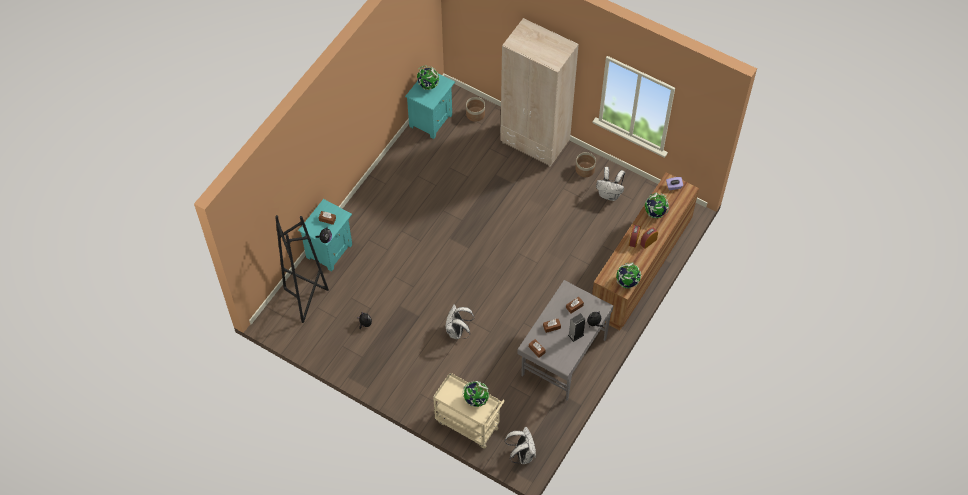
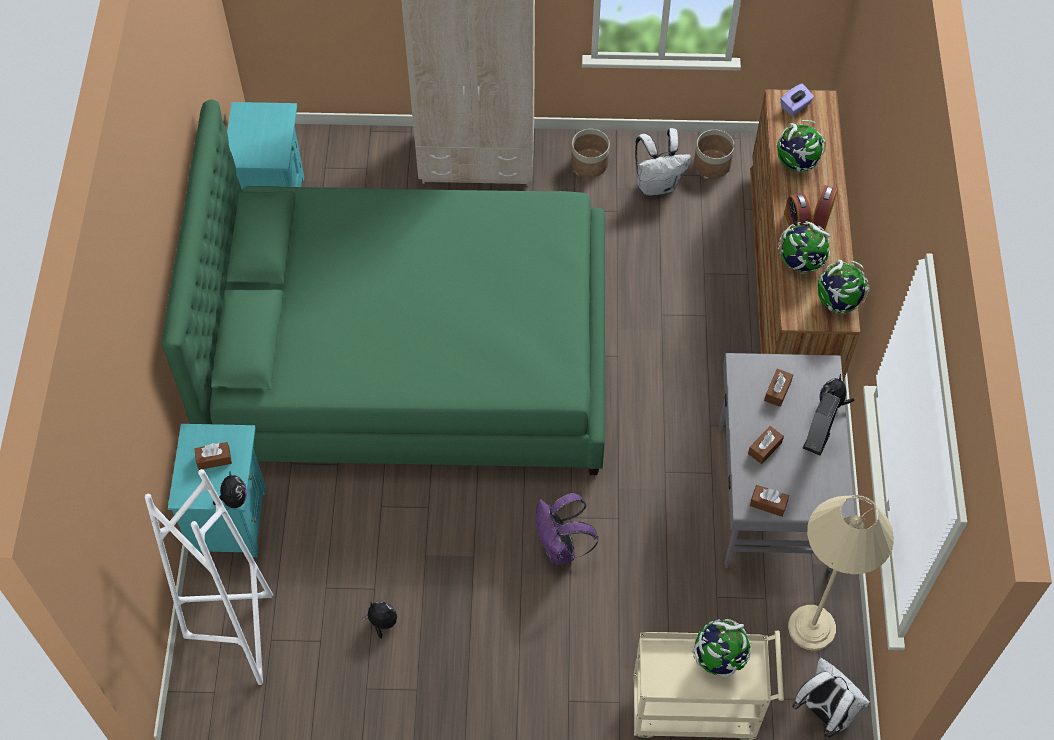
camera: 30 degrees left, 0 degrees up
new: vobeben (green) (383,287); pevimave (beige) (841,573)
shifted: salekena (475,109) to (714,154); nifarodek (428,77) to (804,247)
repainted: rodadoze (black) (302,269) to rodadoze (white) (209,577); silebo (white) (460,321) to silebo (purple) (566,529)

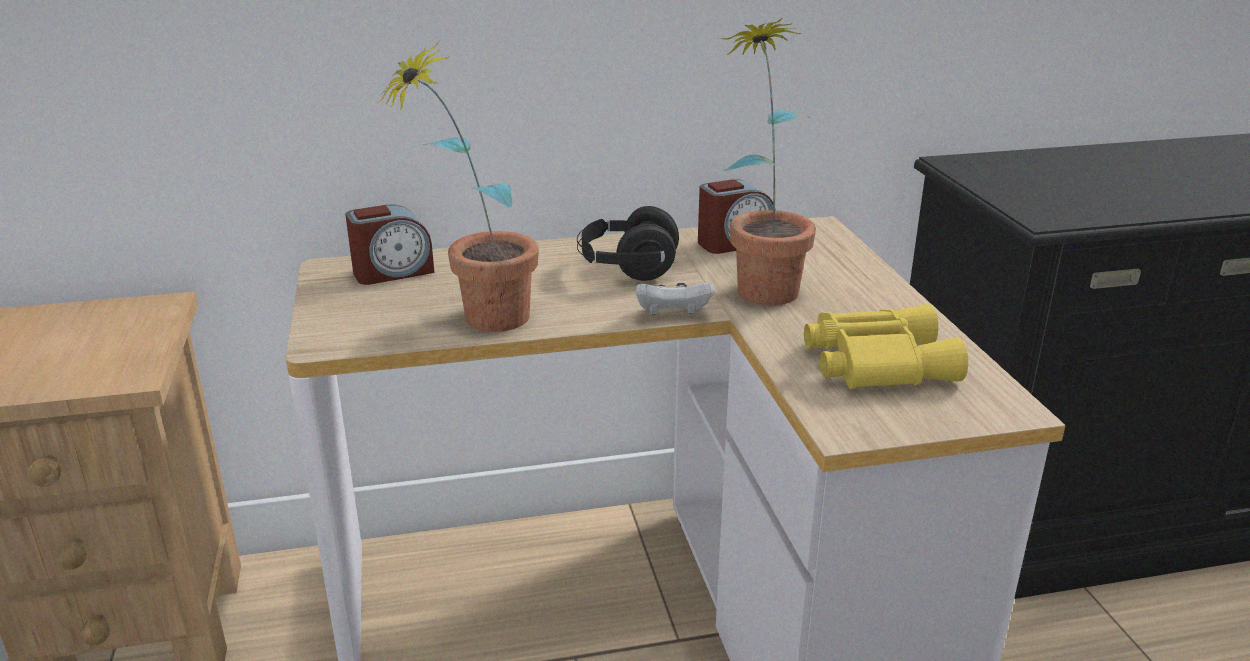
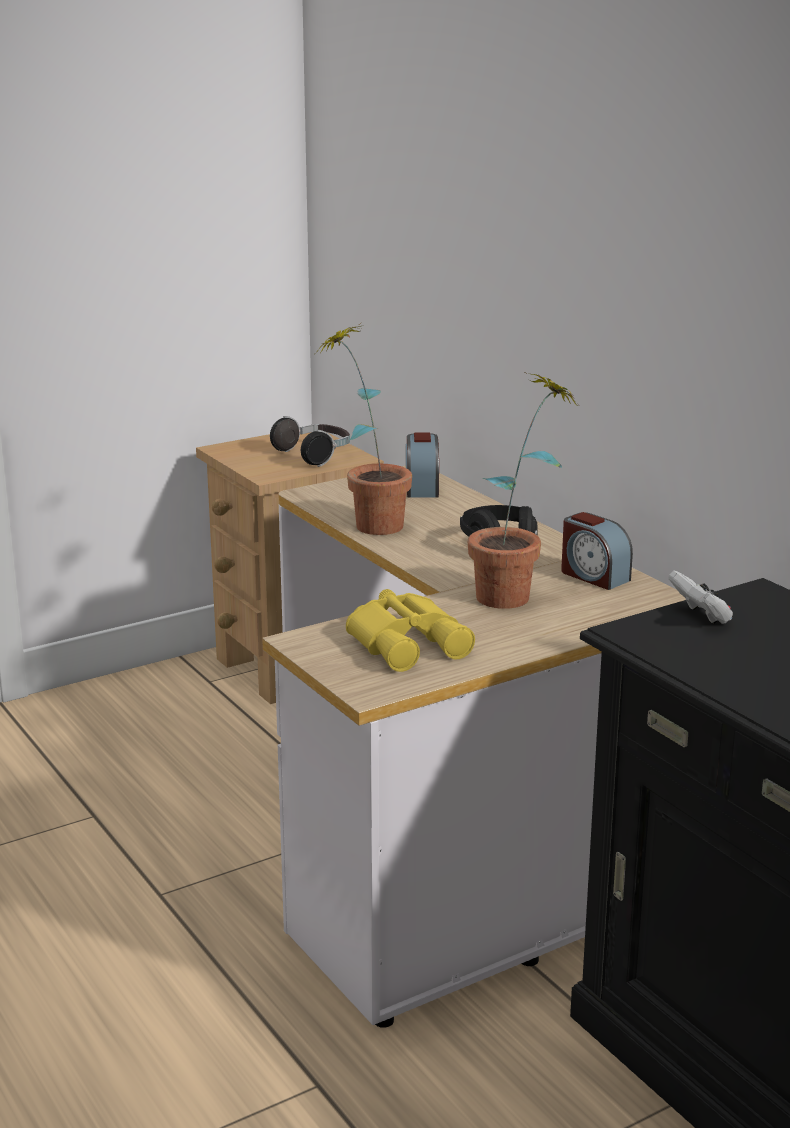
camera: 70 degrees right, 5 degrees down
new: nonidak (310,441)
shifted: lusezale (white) (674,298) to (700,597)
rotated: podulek (390,245) = (422,465) 45 degrees clockwise

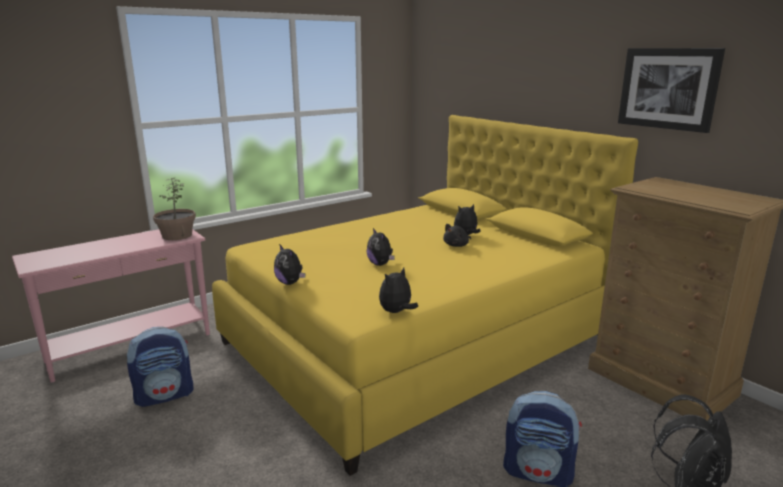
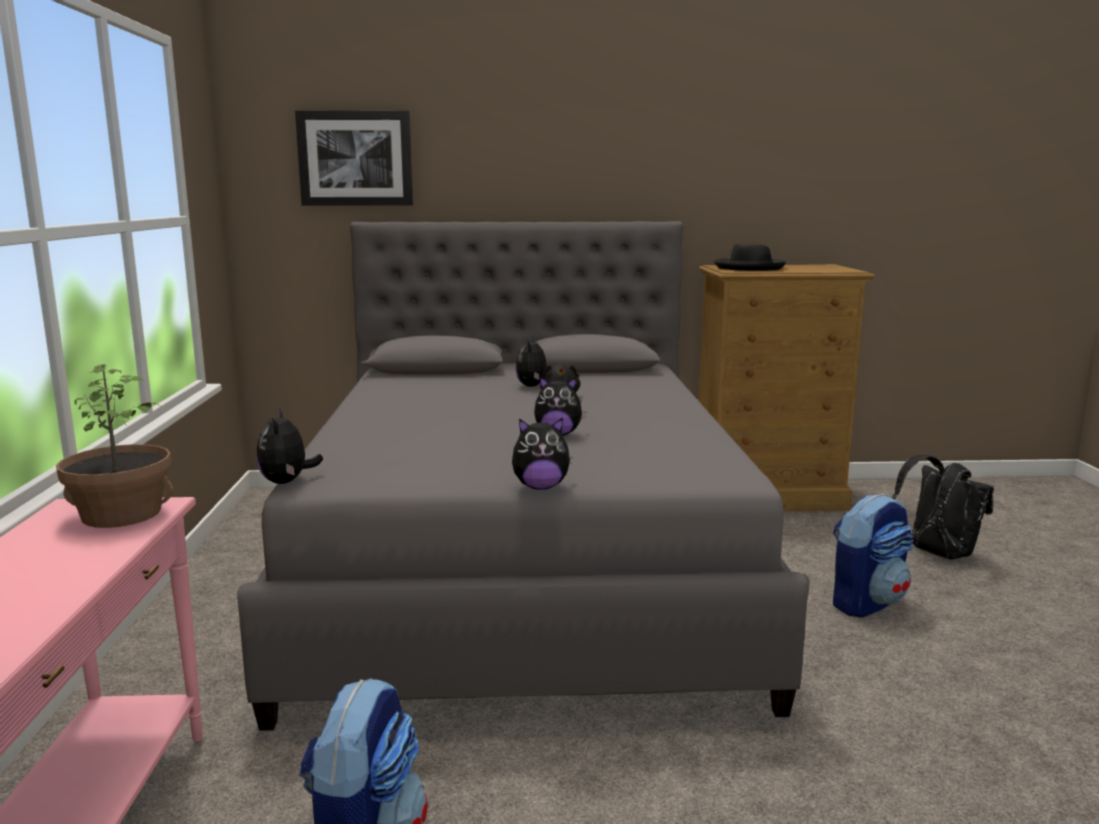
camera: 55 degrees left, 5 degrees down
new: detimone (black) (750,257)
shifted: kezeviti (398,290) to (289,446); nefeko (671,90) to (354,158)
repainted: vobeben (yellow) (425,295) to vobeben (grey) (523,476)

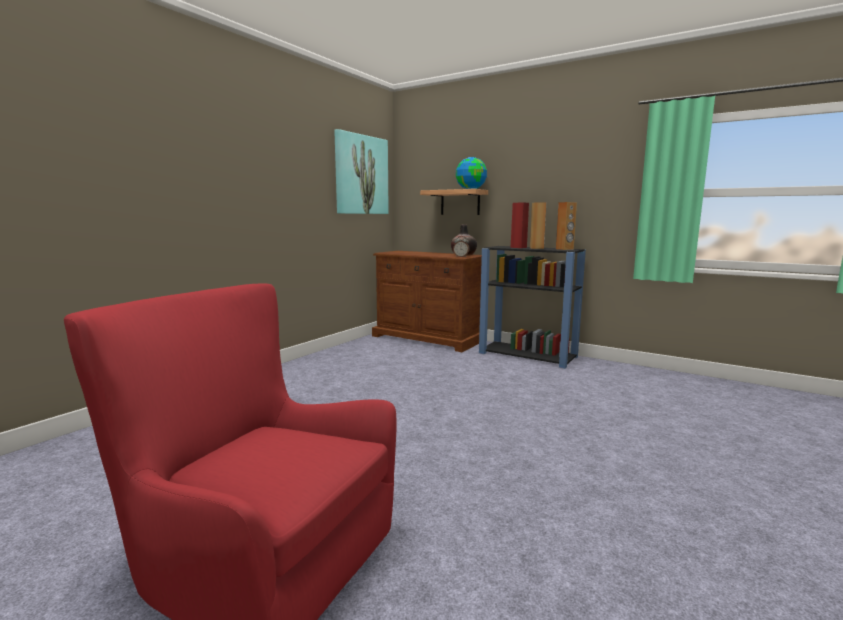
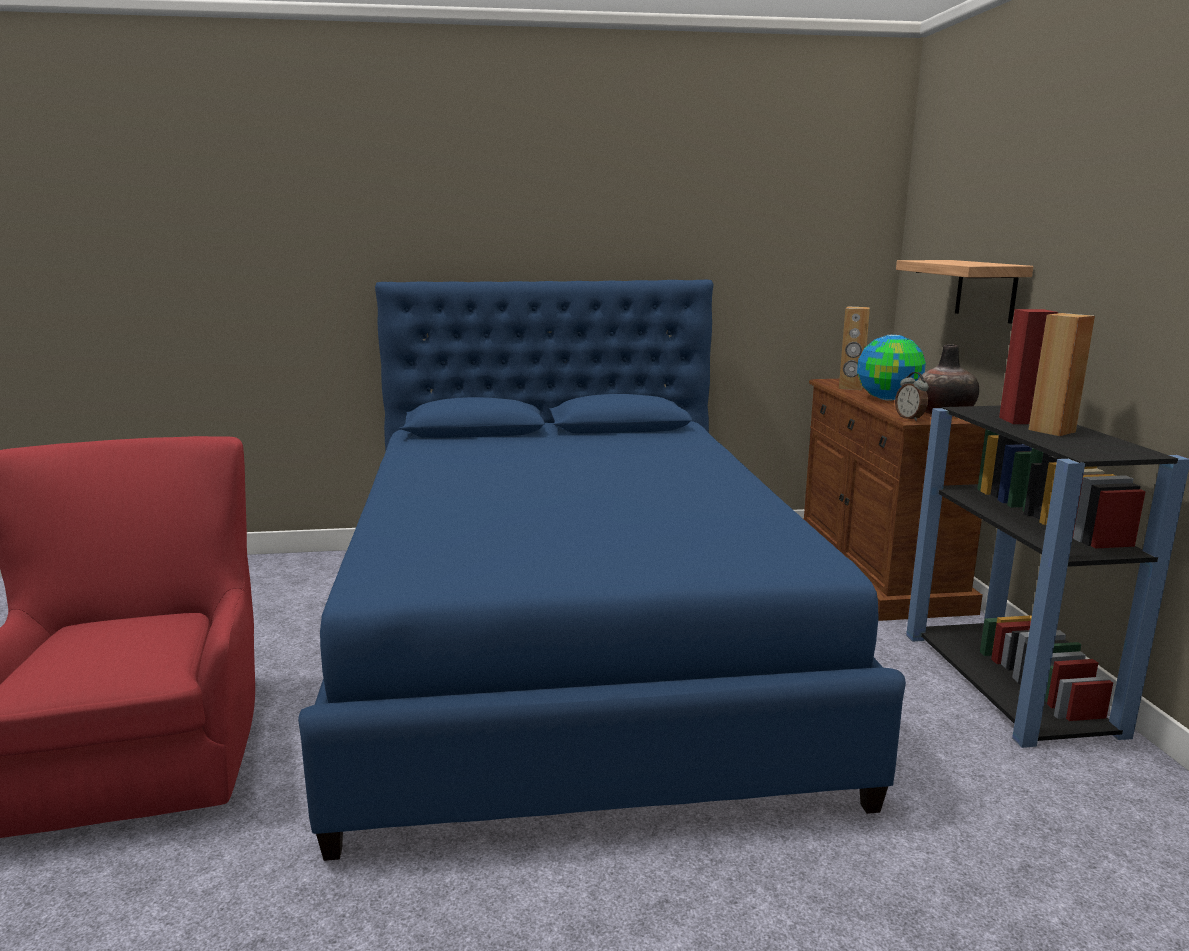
camera: 50 degrees right, 5 degrees up
gone: nefeko (361,171)
new: vobeben (blue) (602,570)
shifted: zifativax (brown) (566,226) to (854,348); nifarodek (471,173) to (891,367)

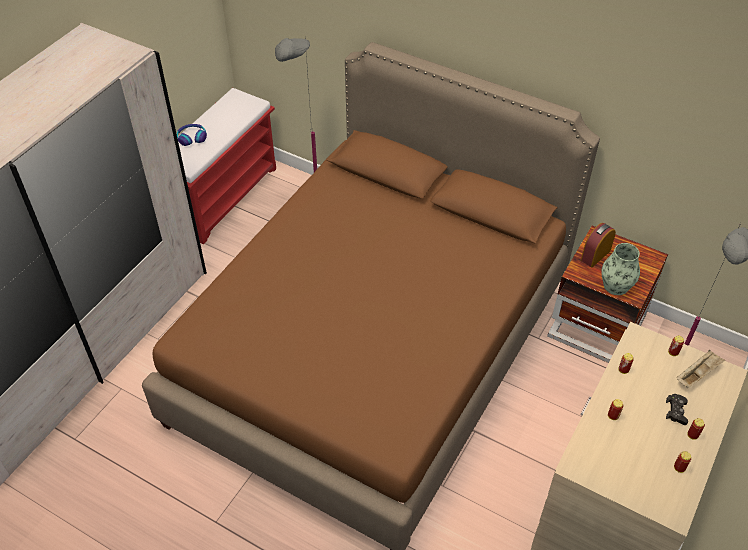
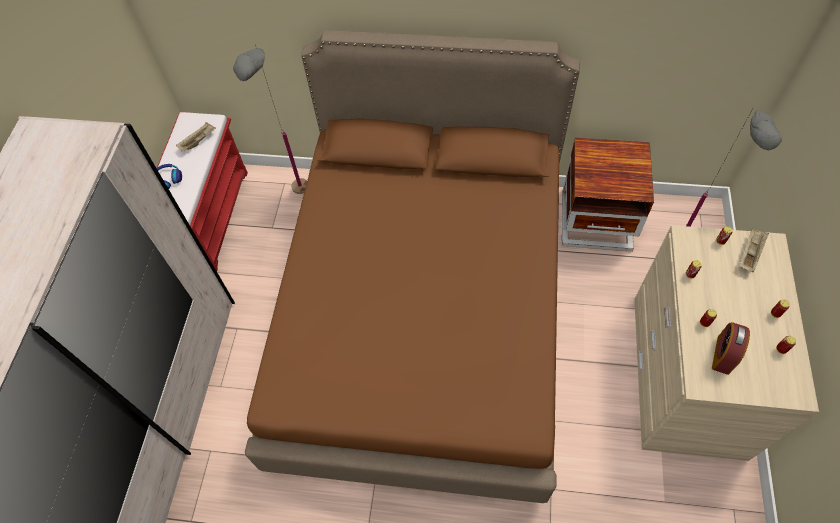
camera: 20 degrees left, 10 degrees up
gone: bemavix (620,269); lusezale (black) (677,409)
new: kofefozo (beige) (196,136)
shifted: podulek (598,245) to (731,348)

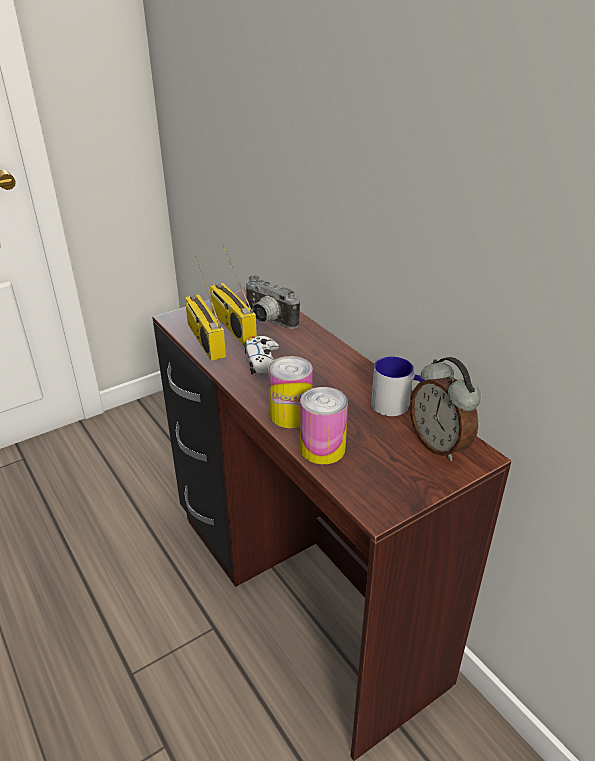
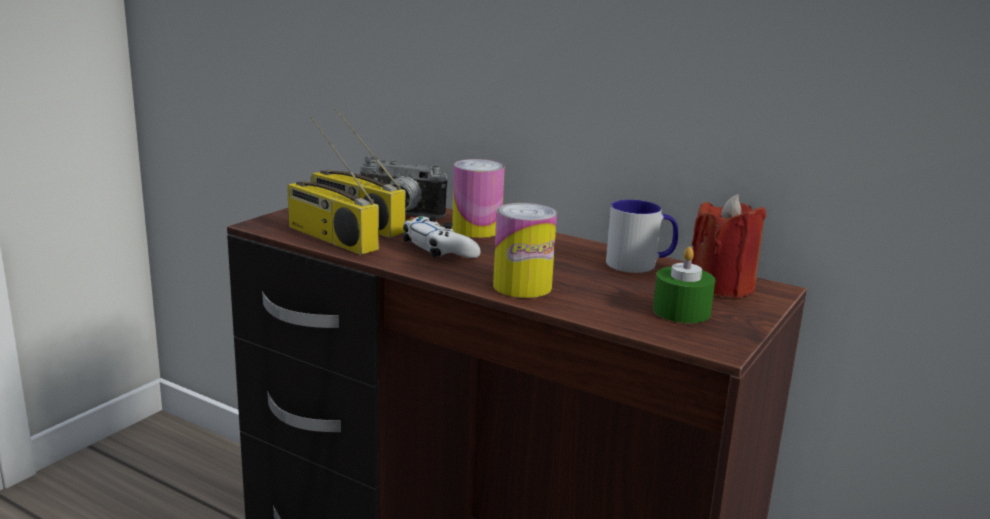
camera: 25 degrees left, 15 degrees down
new: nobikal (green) (684,285)
shifted: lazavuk (324,425) to (478,198)
swapped: podulek (445,409) to nobikal (red) (728,246)

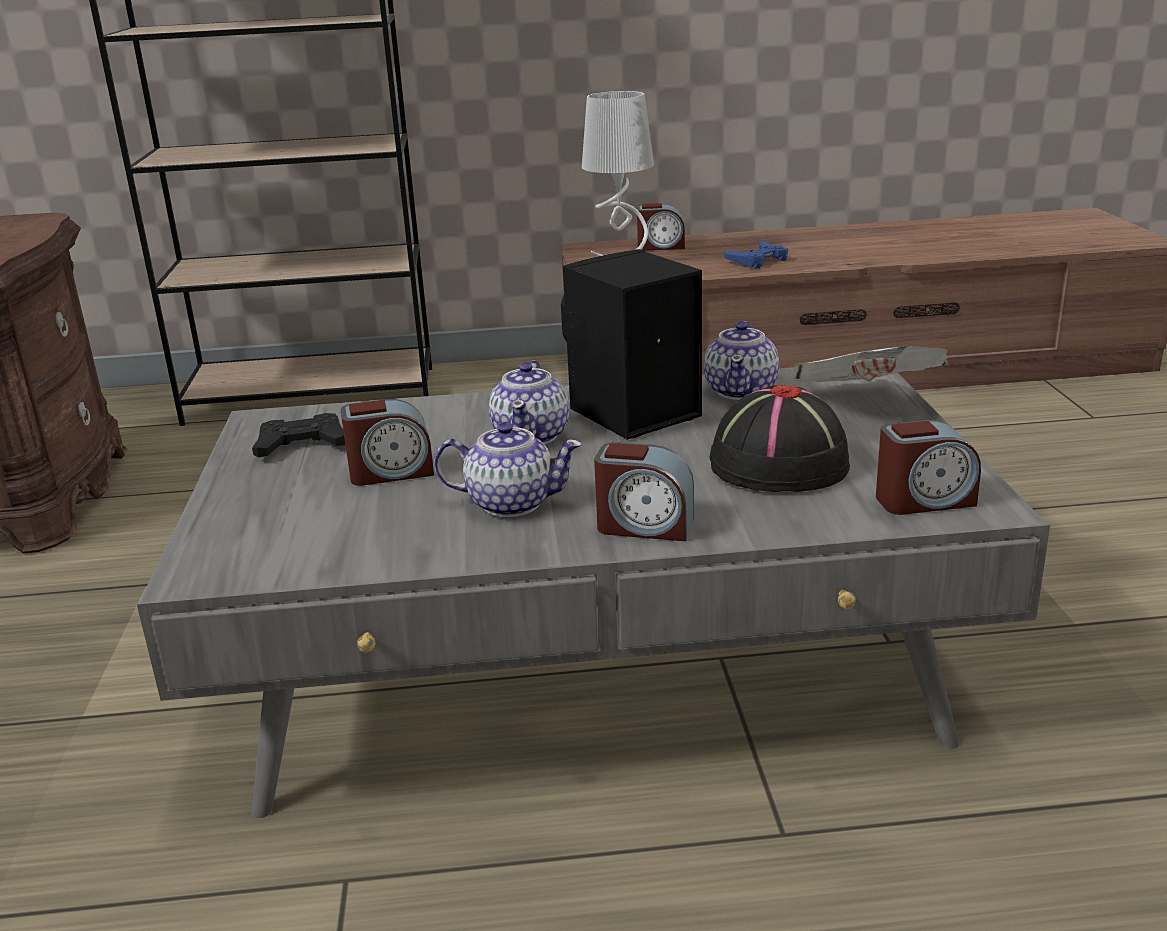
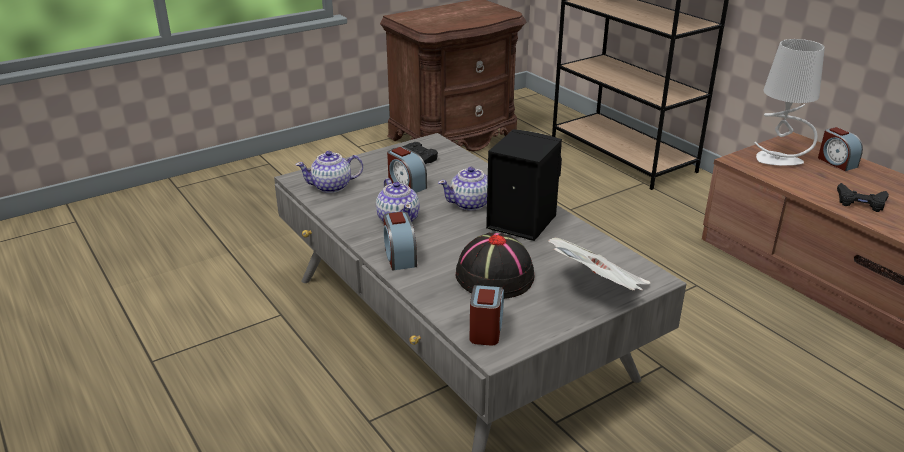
camera: 60 degrees right, 5 degrees up
shifted: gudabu (741,360) to (329,172)
repainted: lusezale (blue) (756,255) to lusezale (black) (863,197)
rotated: podulek (928,467) = (487,315) 135 degrees counterclockwise

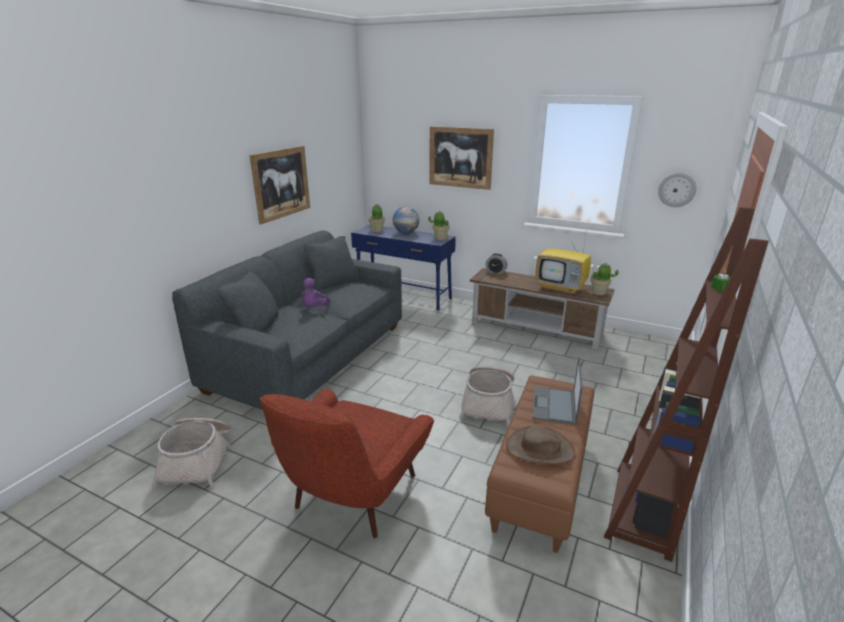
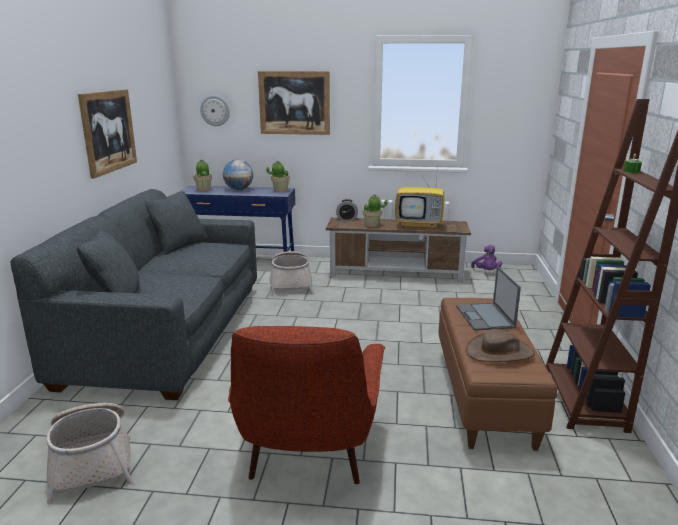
camera: 20 degrees left, 5 degrees down
shifted: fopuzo (677,190) to (215,110); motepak (487,396) to (291,273); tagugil (605,279) to (375,210); kezeviti (purple) (316,292) to (486,257)

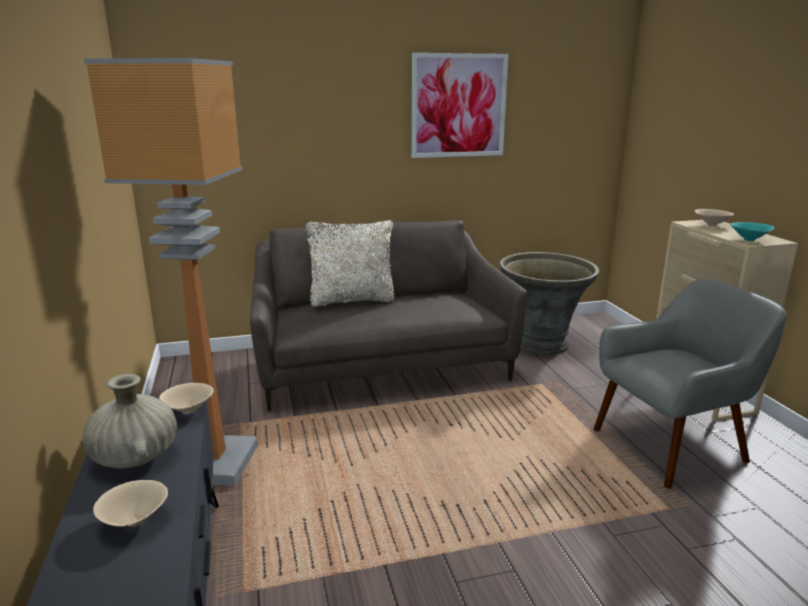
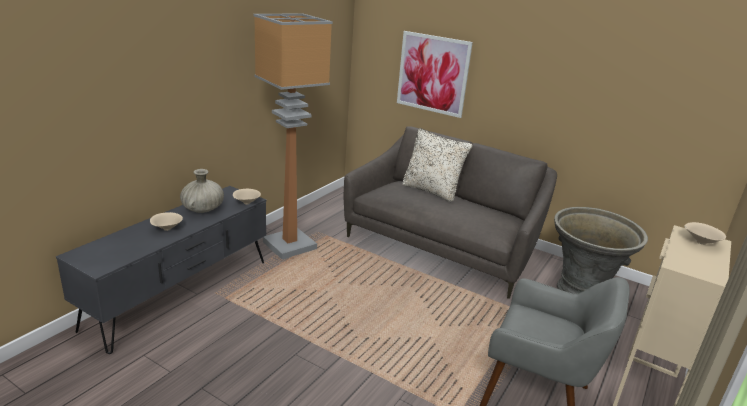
camera: 45 degrees right, 5 degrees up
gone: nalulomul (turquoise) (752,231)
shifted: nefeko (459,105) to (435,74)

